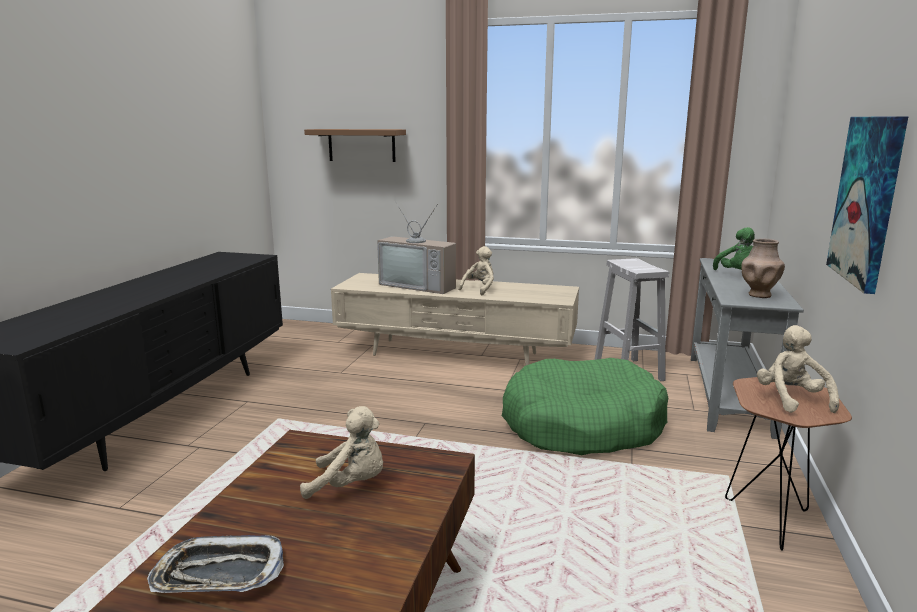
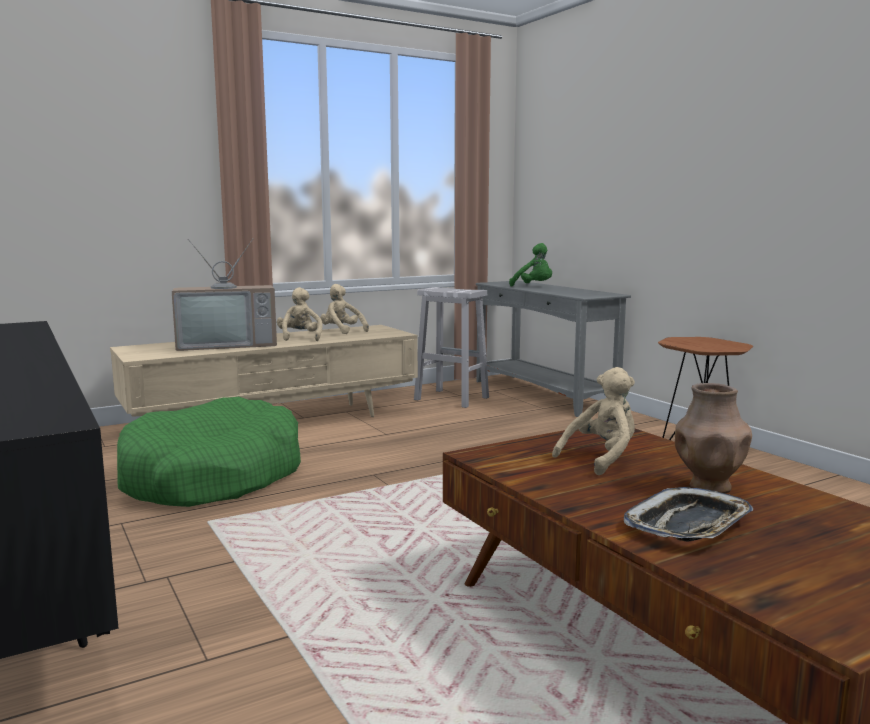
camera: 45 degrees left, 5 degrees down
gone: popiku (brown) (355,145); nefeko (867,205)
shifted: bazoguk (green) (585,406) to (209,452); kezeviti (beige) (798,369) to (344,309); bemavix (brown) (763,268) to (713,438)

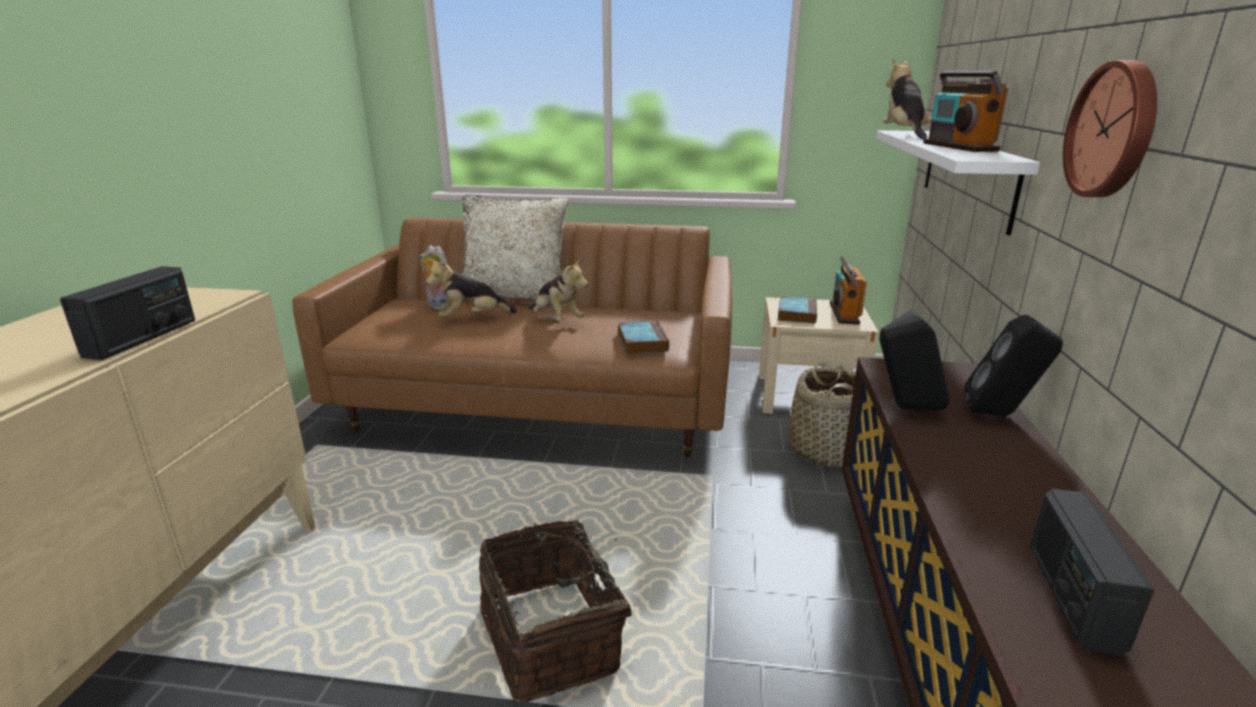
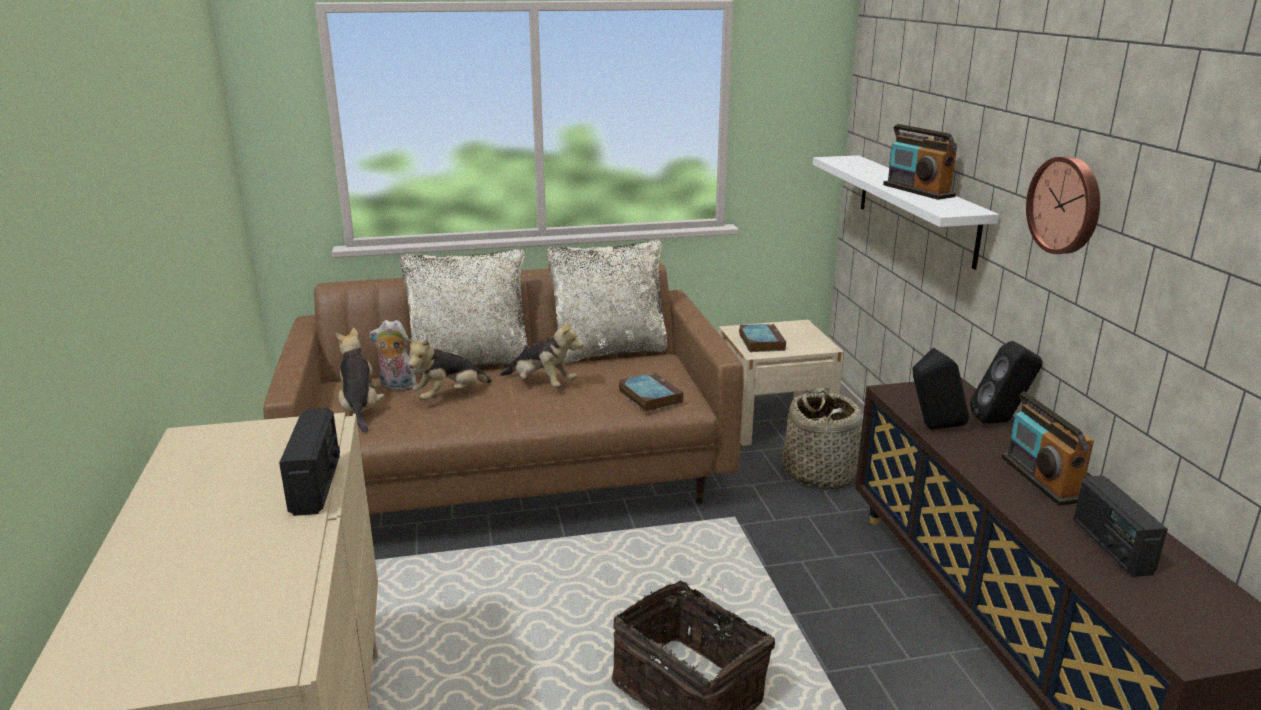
camera: 20 degrees left, 0 degrees up
new: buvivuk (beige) (607,301)
shifted: kezeviti (907,99) to (360,380); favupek (848,290) to (1048,448)

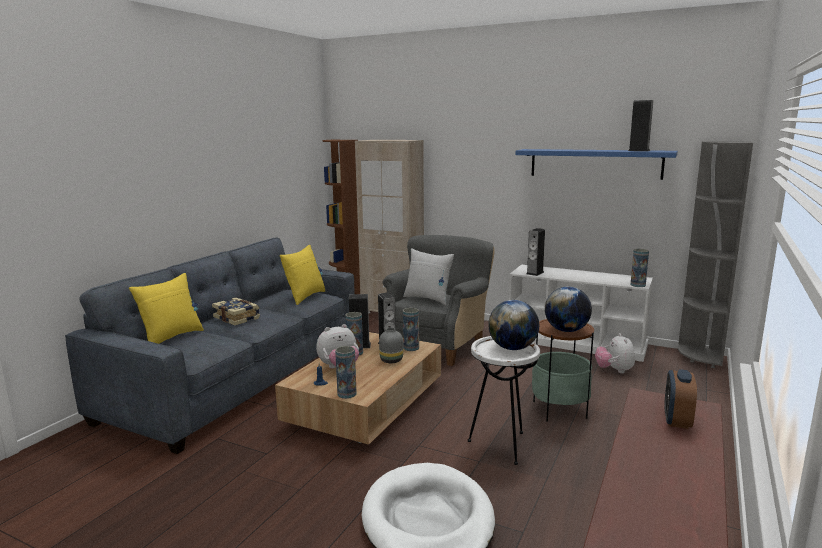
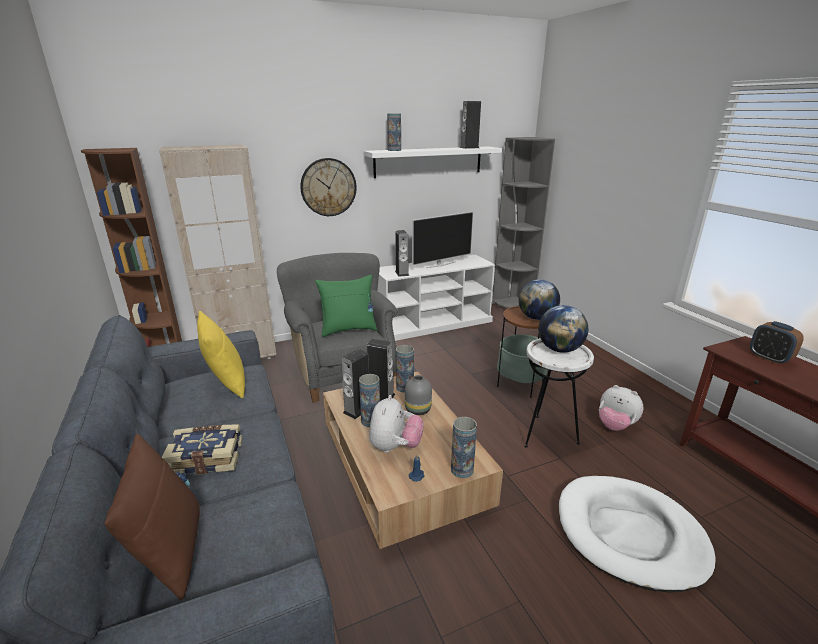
camera: 50 degrees left, 10 degrees up
new: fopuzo (328,187); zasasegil (443,239)
shifted: bemavix (640,268) to (394,132); kezeviti (615,353) to (621,408)
repainted: buvivuk (yellow) (166,308) to buvivuk (brown) (152,517); buvivuk (grey) (428,277) to buvivuk (green) (346,306); popiku (blue) (597,164) to popiku (white) (432,162)

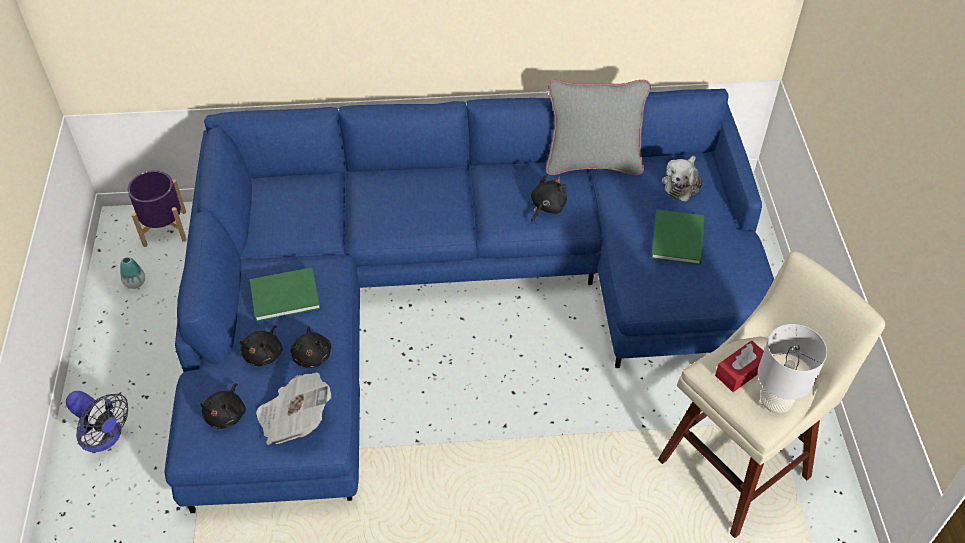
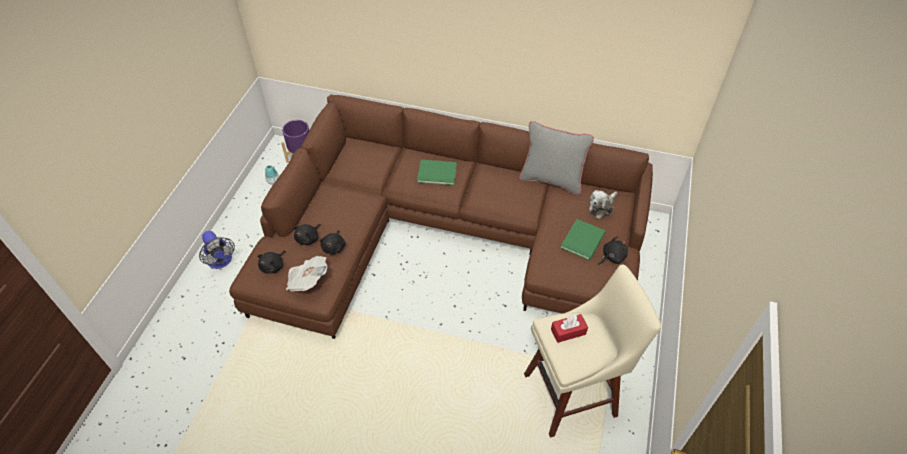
camera: 20 degrees right, 0 degrees up
gone: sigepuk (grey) (792,368)
shifted: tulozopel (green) (285,294) to (437,172); kezeviti (black) (549,198) to (613,250)
repainted: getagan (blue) (469,301) to getagan (brown) (441,217)

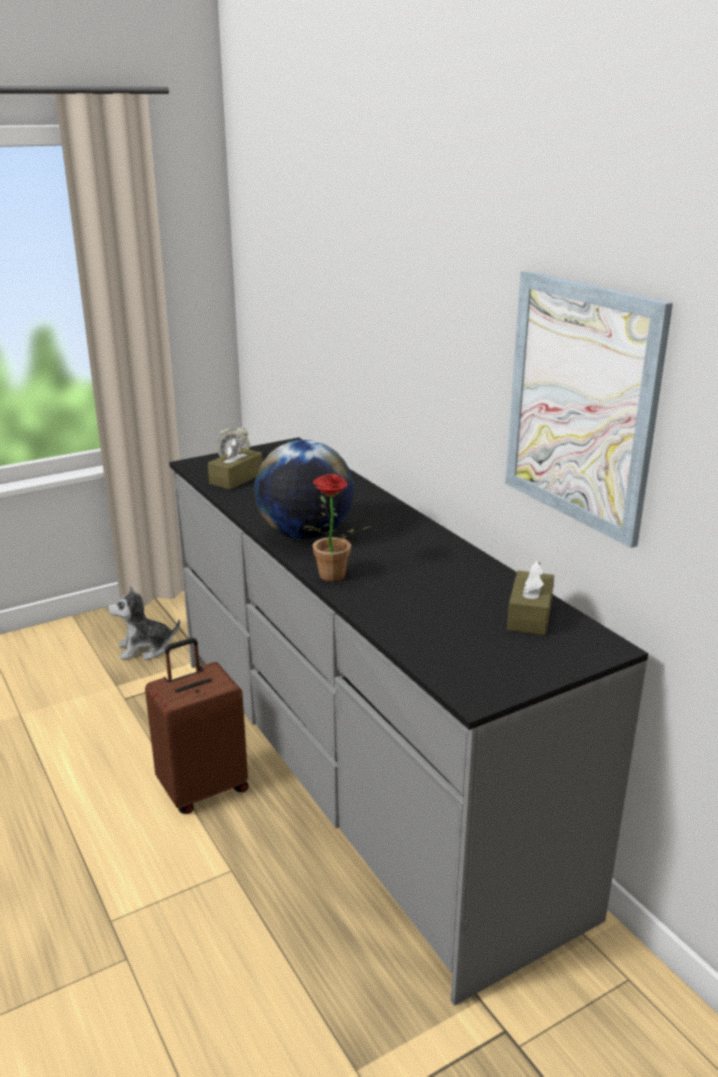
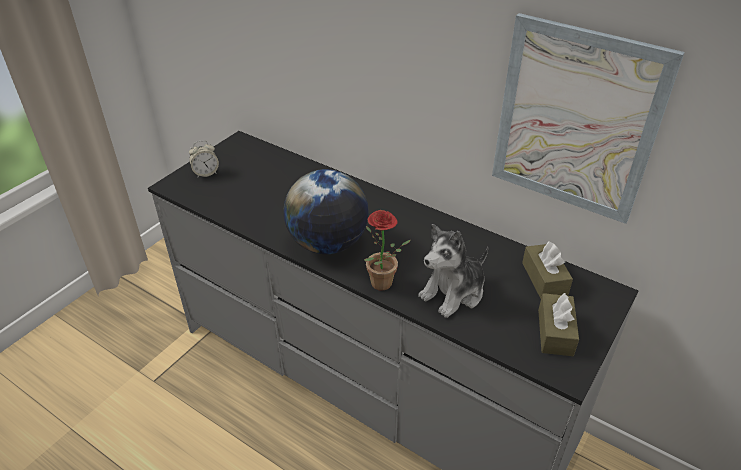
camera: 25 degrees left, 15 degrees up
gone: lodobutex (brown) (196,726)
shifted: kezeviti (144,623) to (453,271); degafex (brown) (235,463) to (558,324)

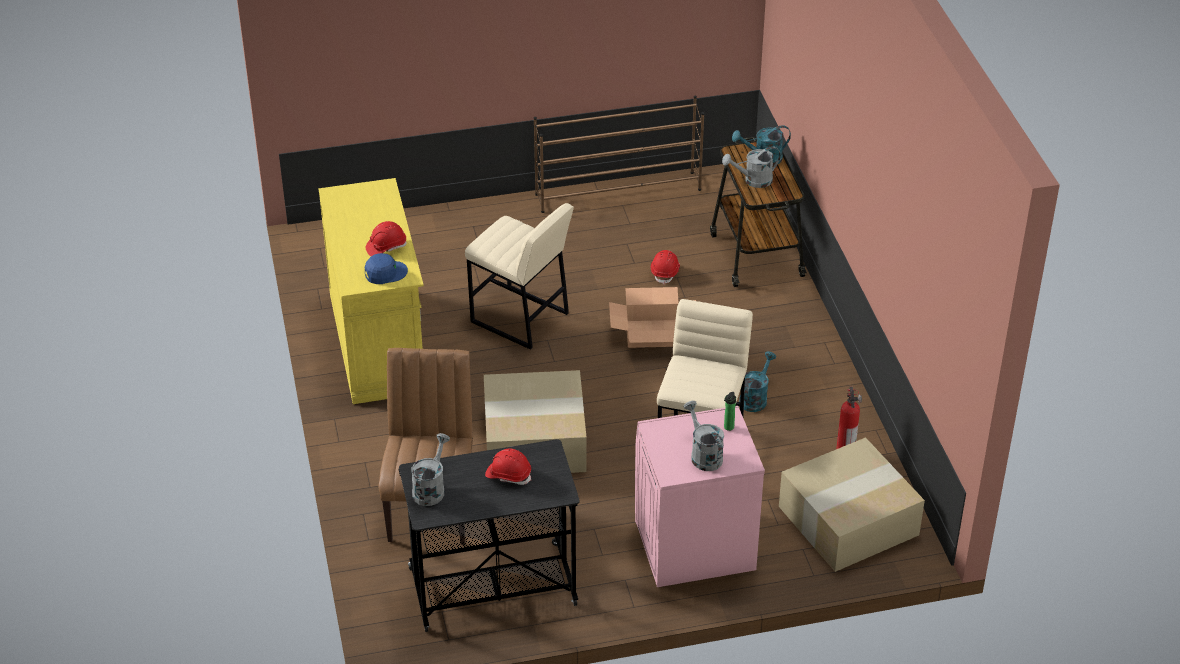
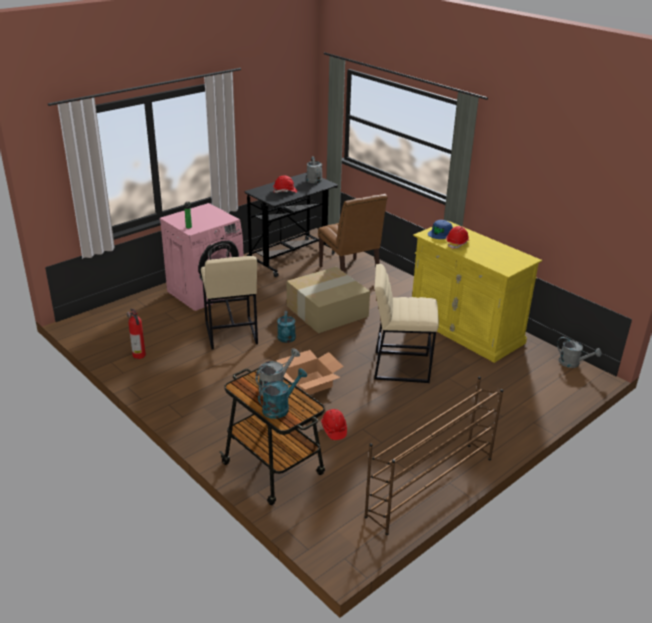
camera: 150 degrees right, 10 degrees down
gone: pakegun (852,504)
shifted: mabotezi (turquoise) (757,381) to (286,327); mabotezi (grey) (703,436) to (579,352)

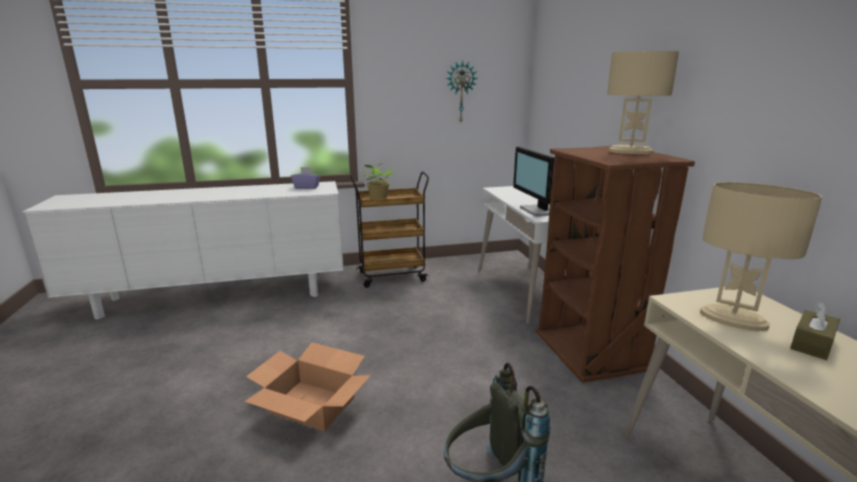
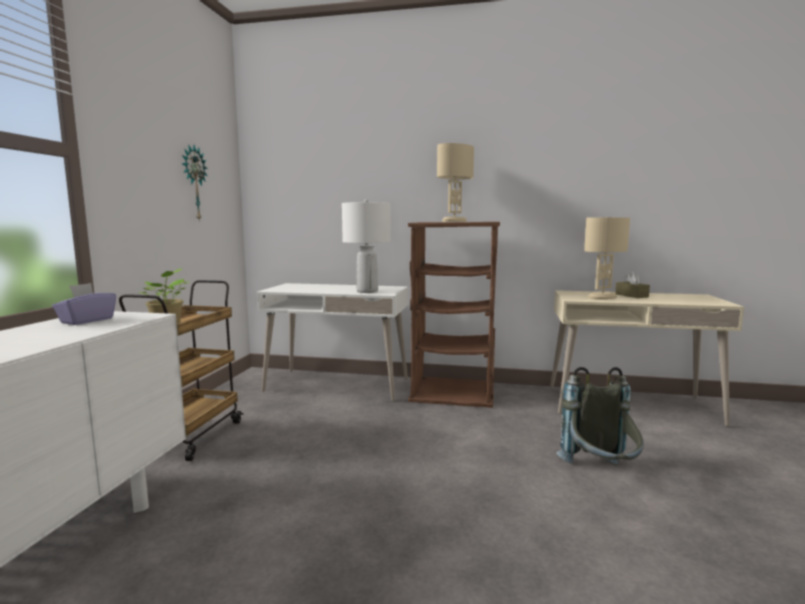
camera: 65 degrees left, 10 degrees down
gone: pakegun (307,386)
swapped: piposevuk (534,182) to sigepuk (white) (366,246)

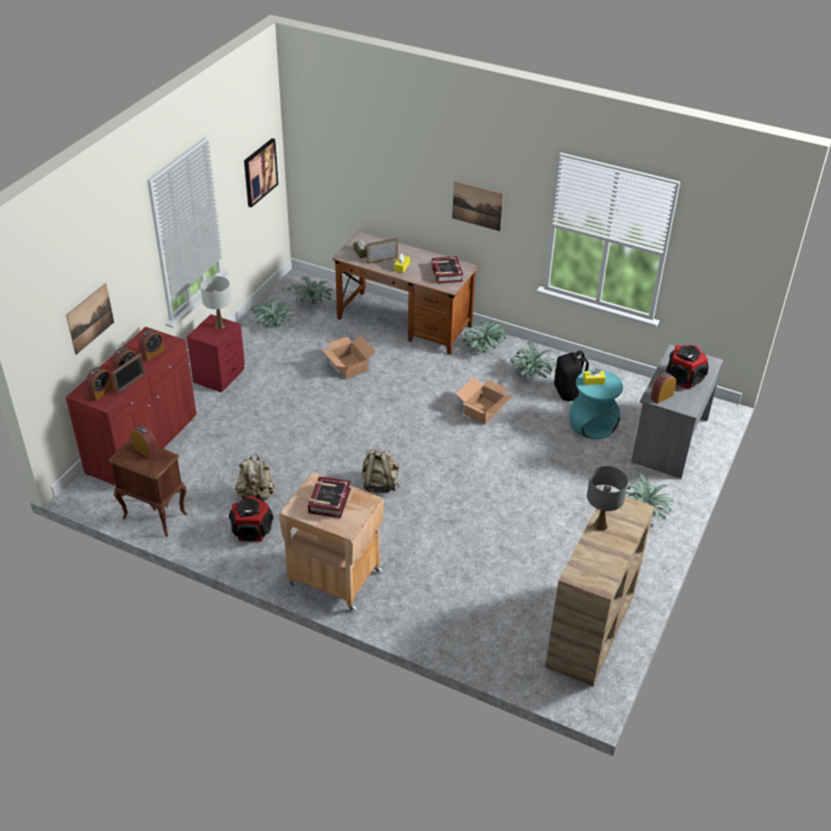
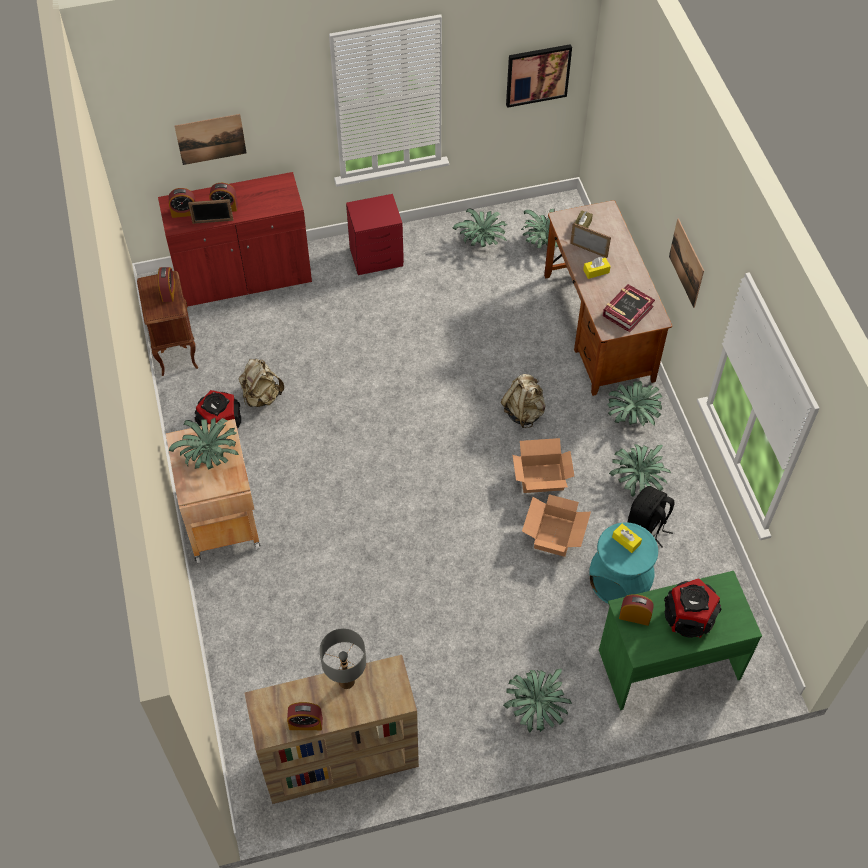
camera: 50 degrees right, 15 degrees up
gone: sigepuk (white) (216,302)
shifted: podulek (152,345) to (305,716); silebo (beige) (380,470) to (523,401); pakegun (348,357) to (556,525)
swapped: tulozopel (329,497) to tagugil (204,444)
repainted: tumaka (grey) (677,411) to tumaka (green) (680,640)

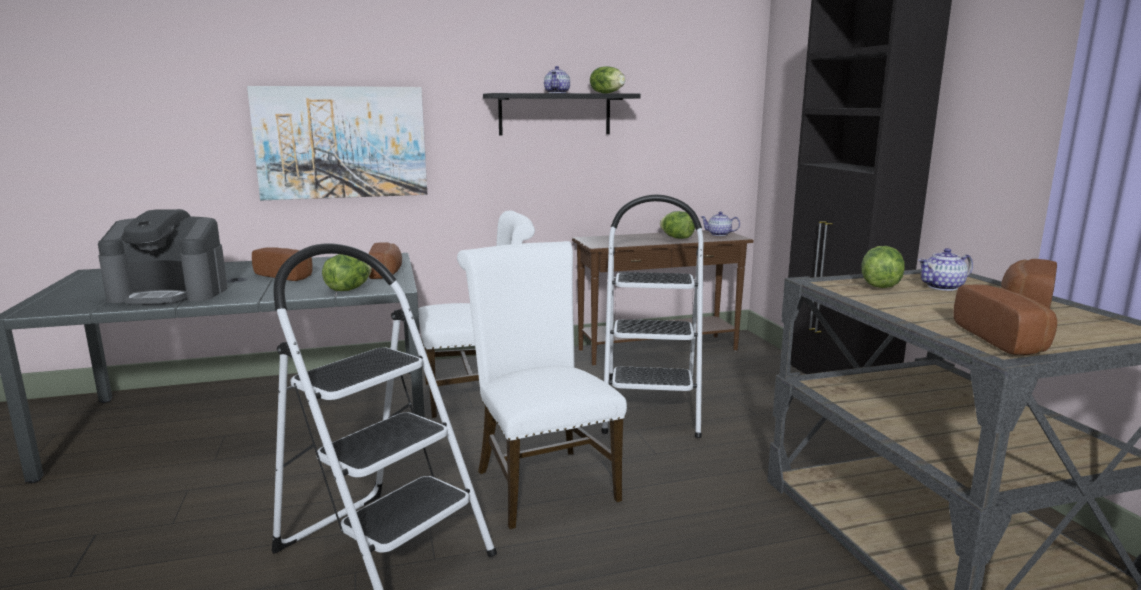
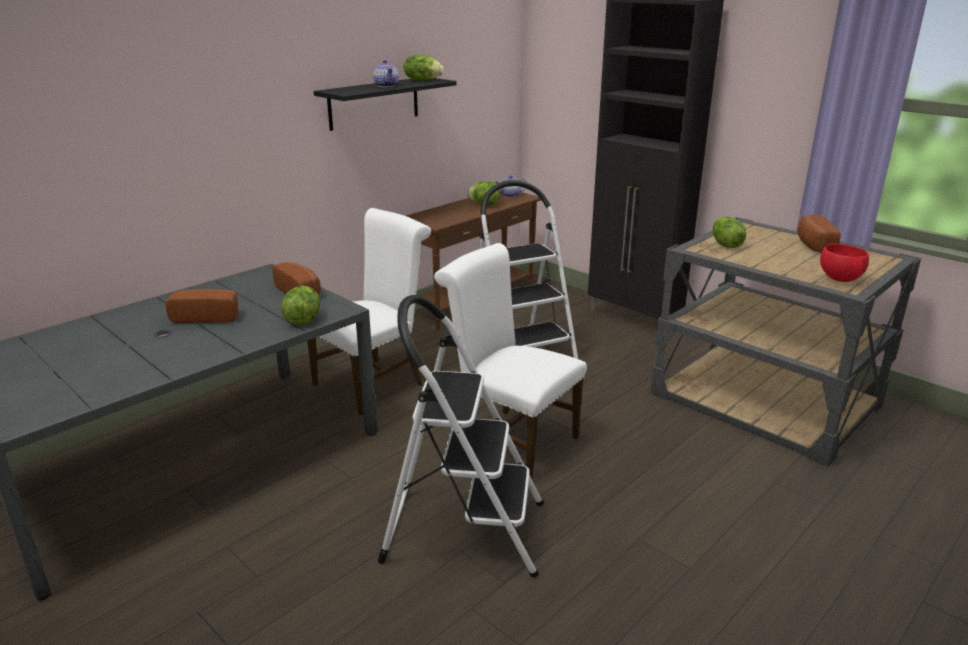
camera: 30 degrees left, 10 degrees up
gone: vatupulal (163,257); nefeko (337,143); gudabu (945,269)
swapped: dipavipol (1005,319) to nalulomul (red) (844,263)

